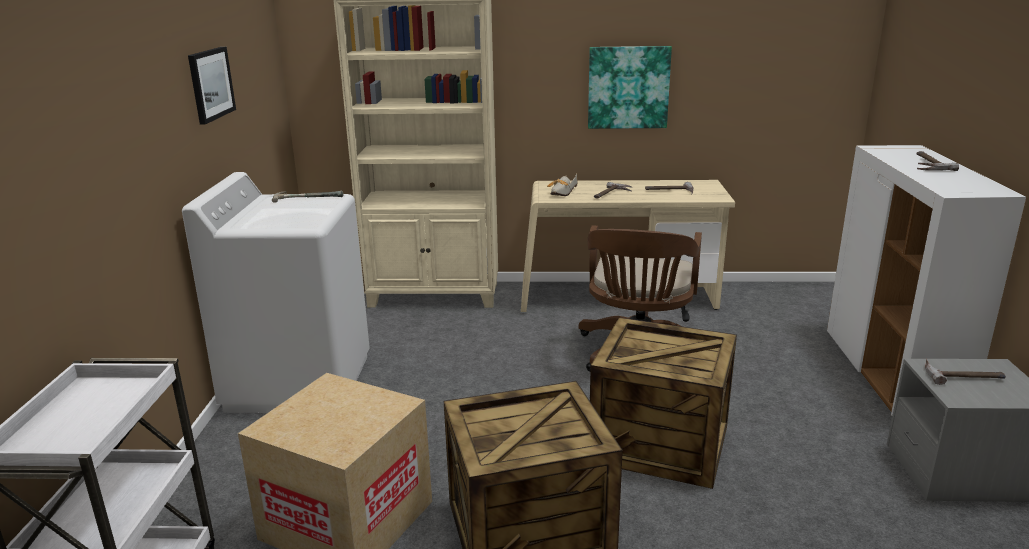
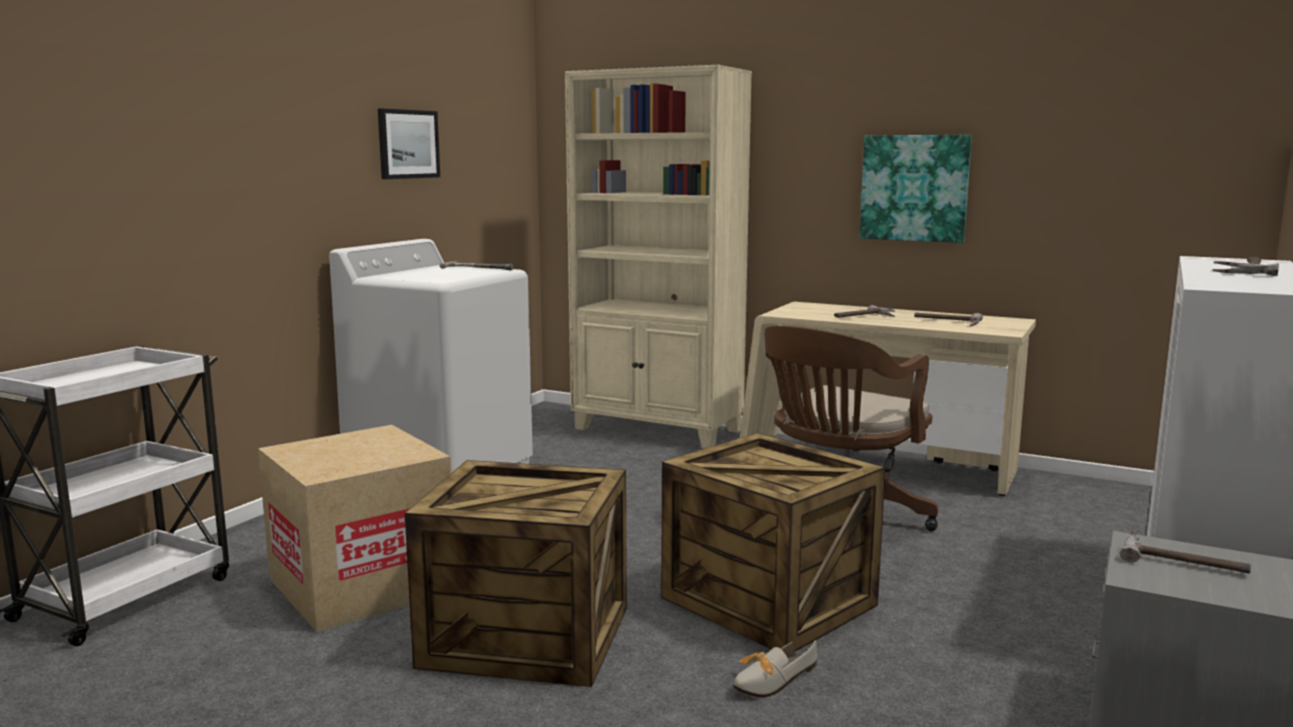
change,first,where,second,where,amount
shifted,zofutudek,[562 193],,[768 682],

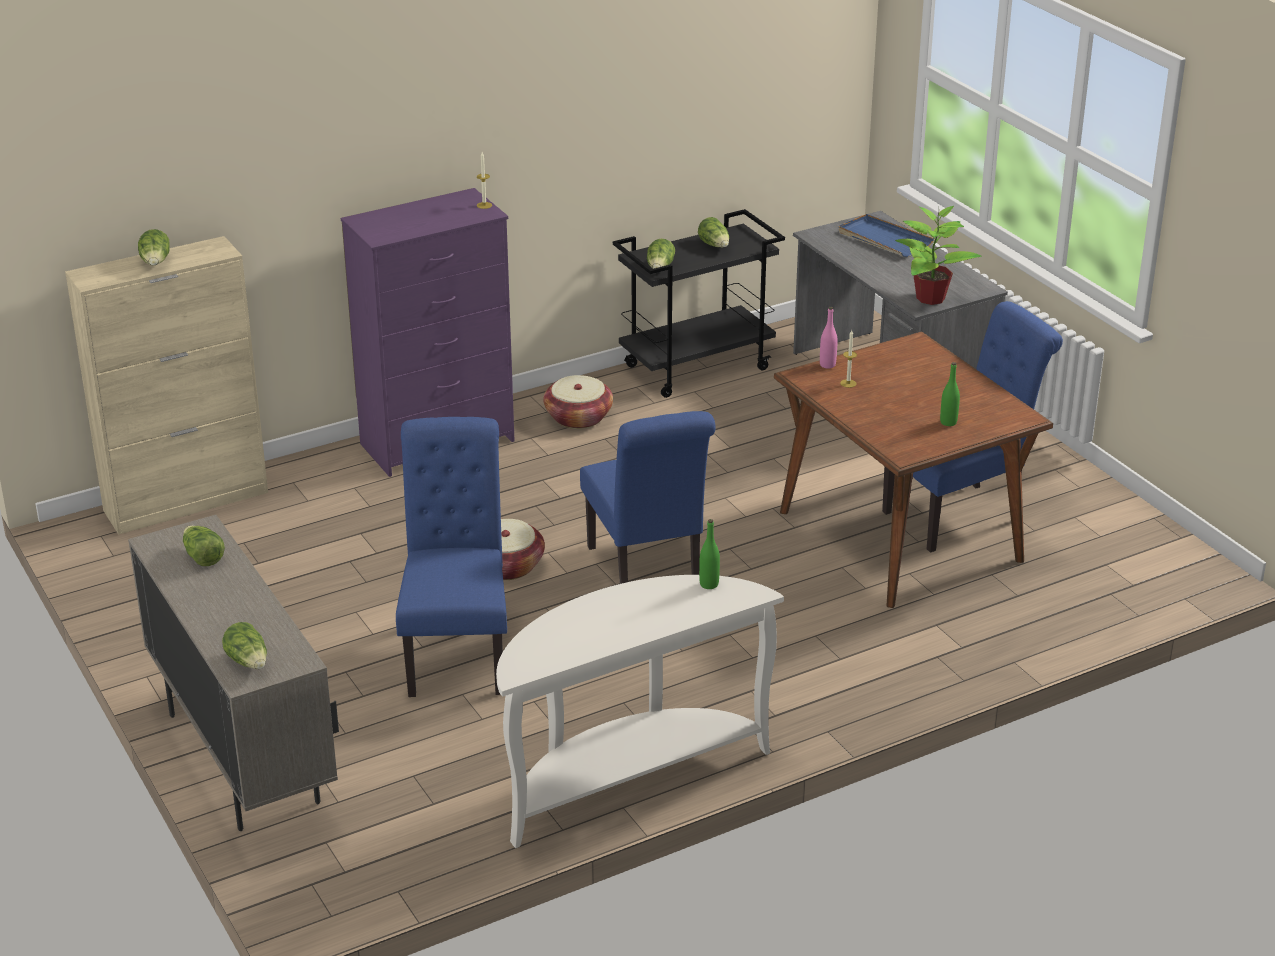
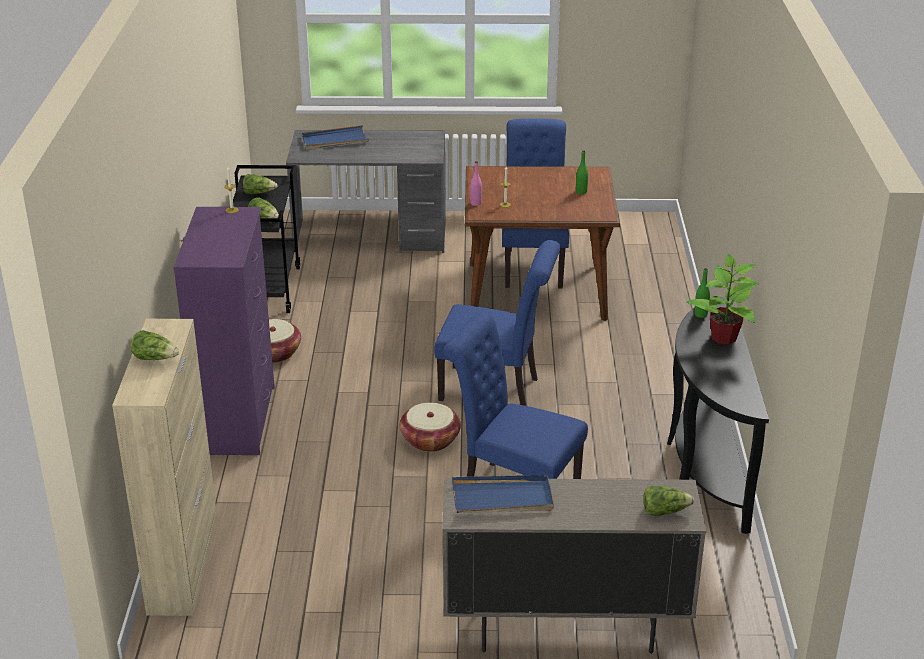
change,first,where,second,where,amount
swapped,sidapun,[202 557],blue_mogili,[502 498],
repainted,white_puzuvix,[626 777],black_puzuvix,[705 467],
shifted,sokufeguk,[929 298],,[723 338],

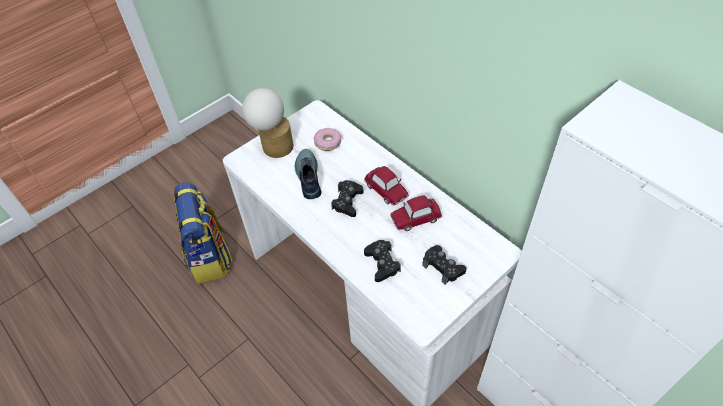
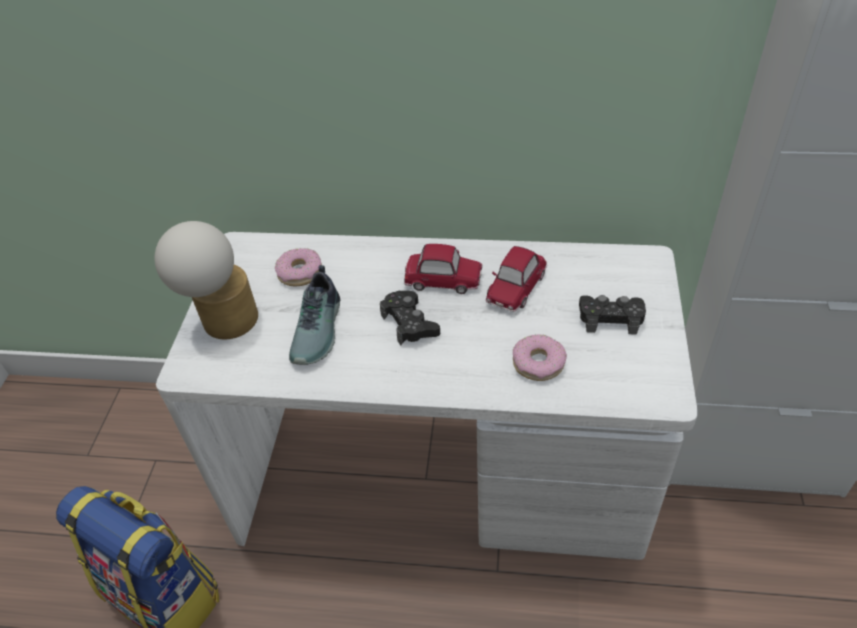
change,first,where,second,where,amount
rotated,zofutudek,[307 177],,[320 330],120 degrees counterclockwise
swapped,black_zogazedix,[382 263],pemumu,[538 363],

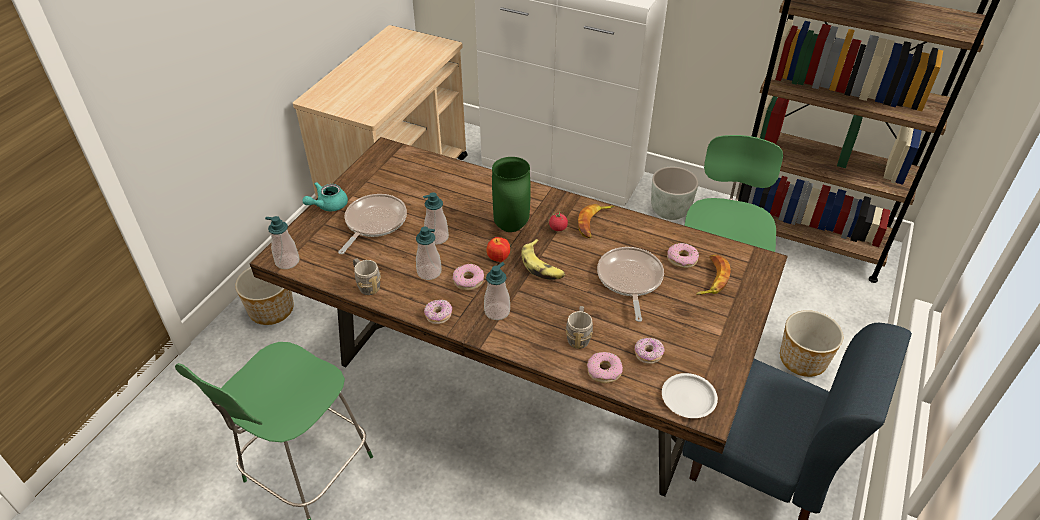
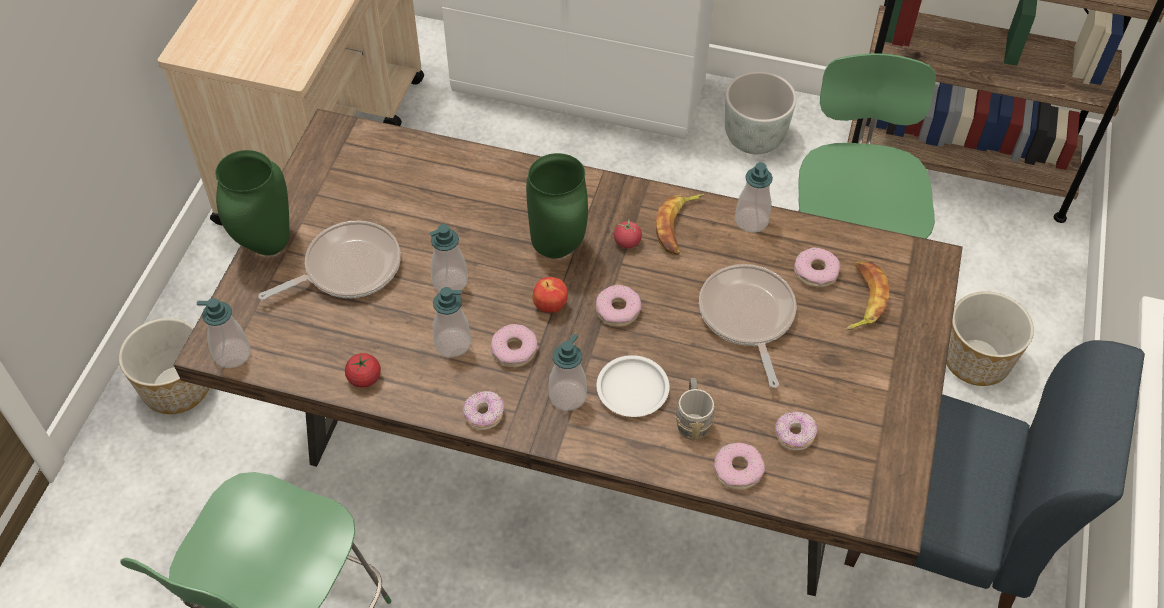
change,first,where,second,where,amount
swapped,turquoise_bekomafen,[328 205],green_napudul,[268 246],
rotated,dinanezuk,[374 223],,[347 268],45 degrees clockwise
swapped,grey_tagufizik,[367 285],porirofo,[364 378],
swapped,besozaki,[542 266],pemumu,[617 310],
shifted,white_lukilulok,[688 398],,[632 389],
new,,,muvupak,[751 220],

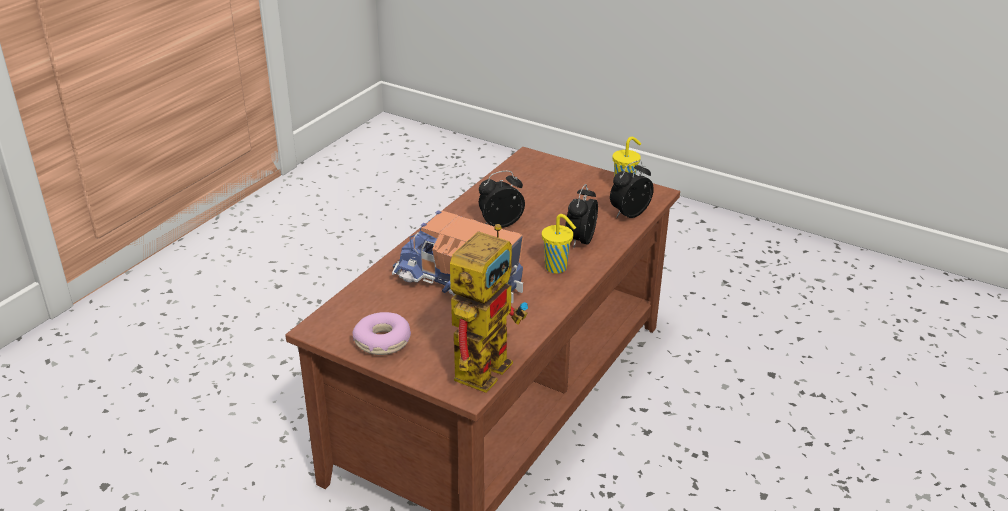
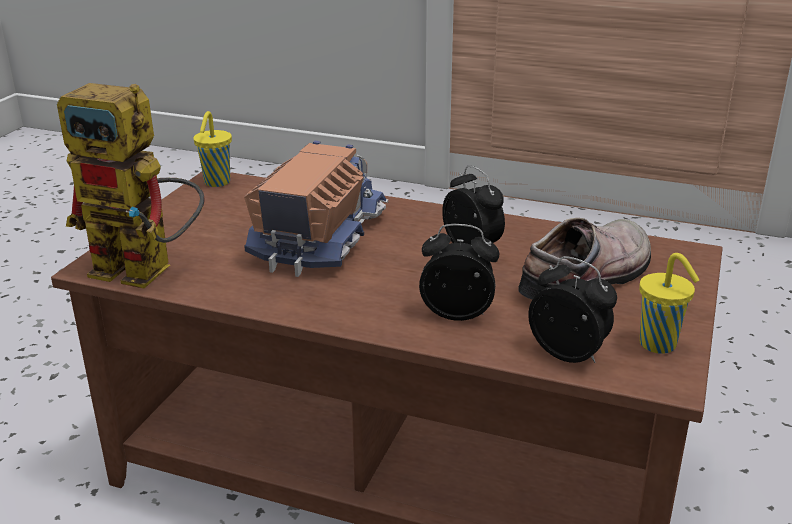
change,first,where,second,where,amount
shifted,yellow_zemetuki,[557 268],,[216 183],
new,,,zofutudek,[591 277],
gone,pemumu,[383 341],,,

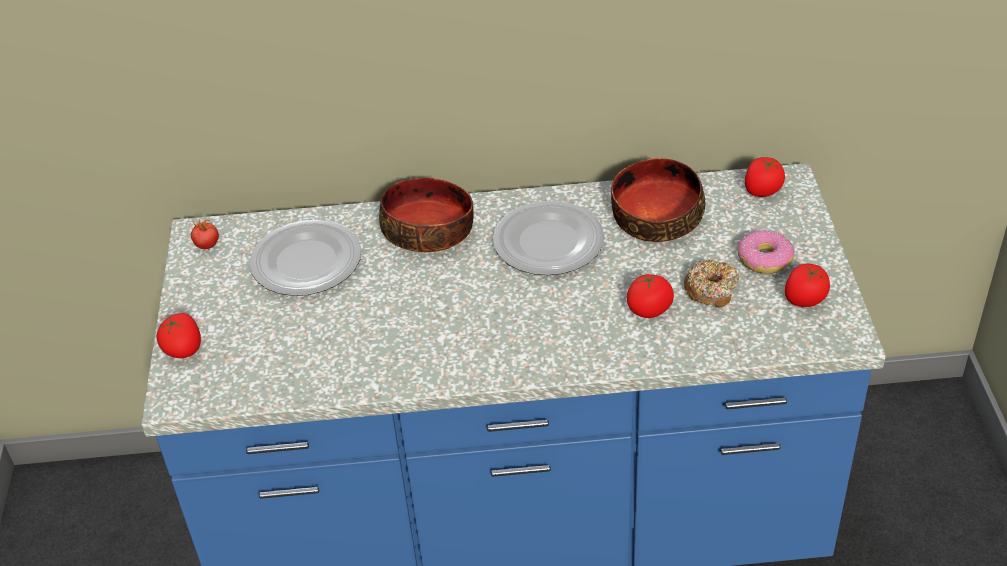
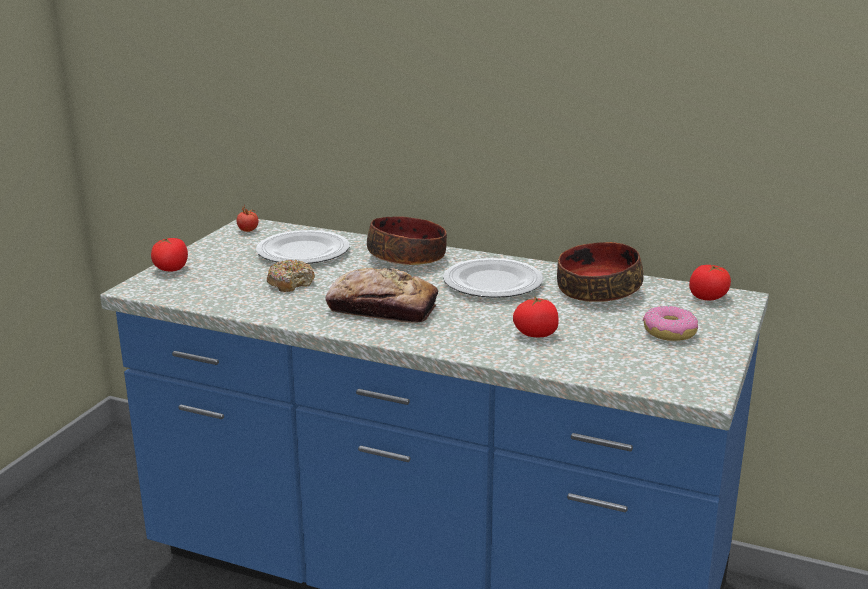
change,first,where,second,where,amount
shifted,pemumu,[711 290],,[291 283],
new,,,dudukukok,[382 308],
gone,porirofo,[805 299],,,

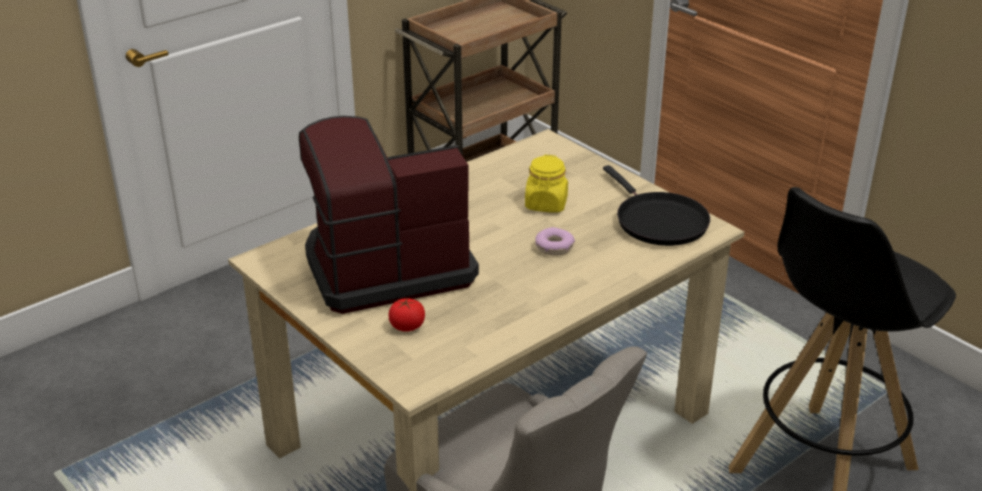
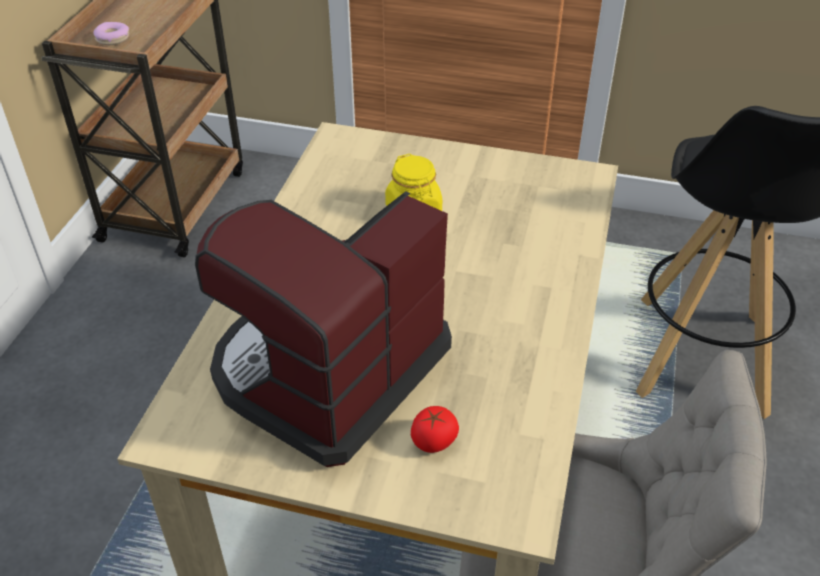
change,first,where,second,where,amount
shifted,pemumu,[554 247],,[113 39],
gone,black_dinanezuk,[657 221],,,

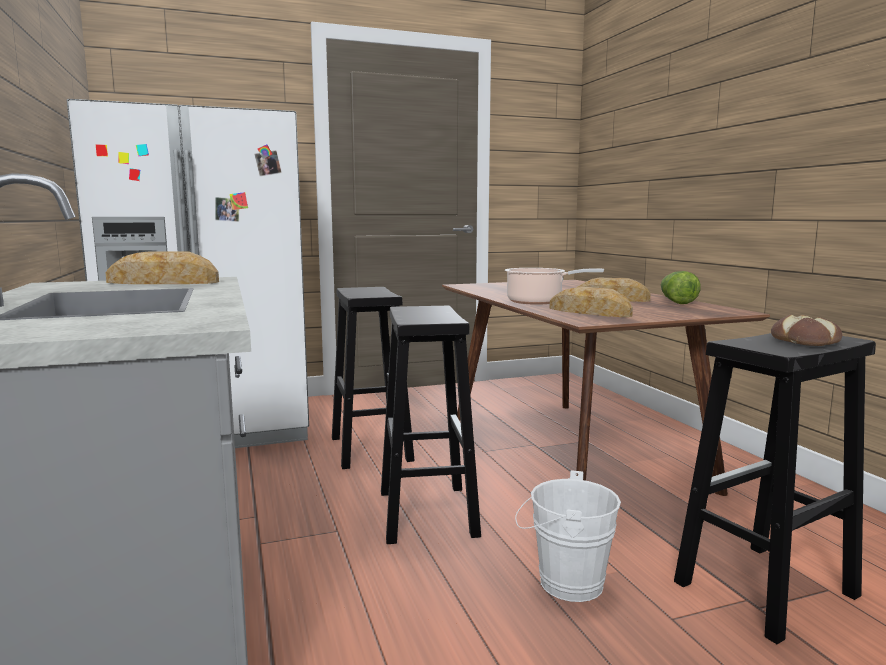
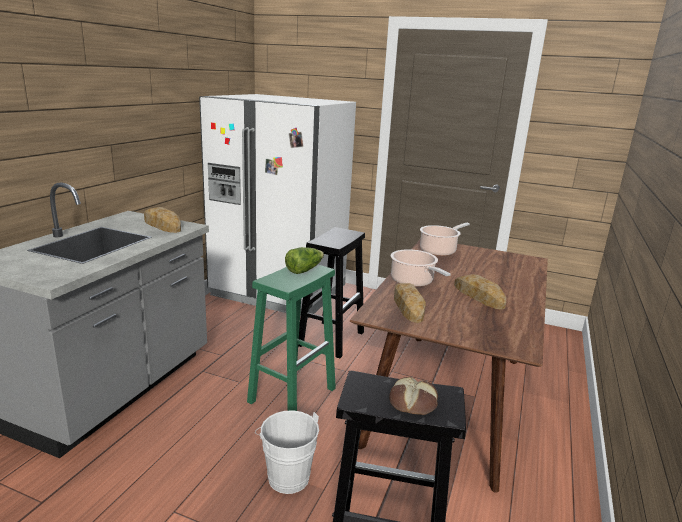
change,first,where,second,where,amount
repainted,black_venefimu,[426 512],green_venefimu,[293 394],
shifted,sidapun,[676 302],,[304 270],
new,,,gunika,[439 251],

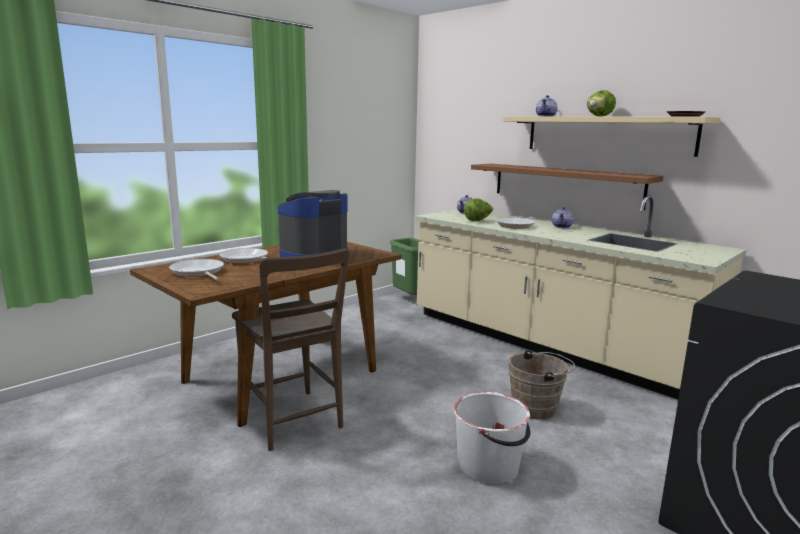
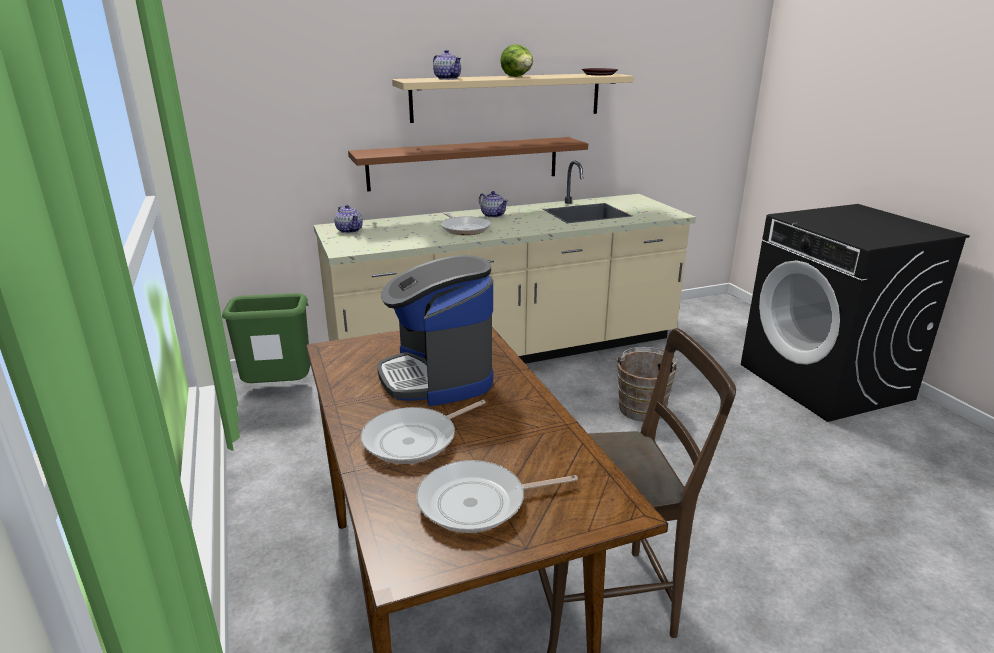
change,first,where,second,where,amount
gone,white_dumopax,[489 466],,,
gone,sidapun,[478 220],,,

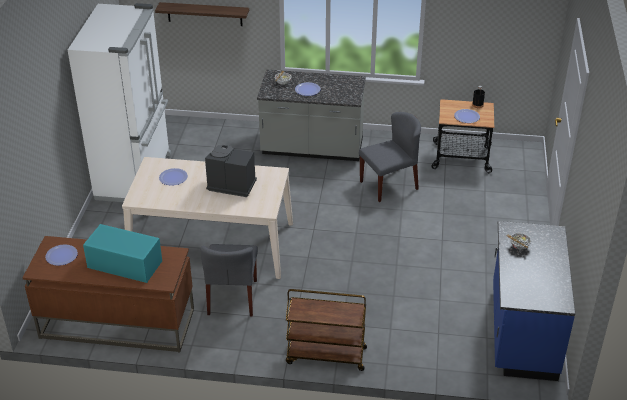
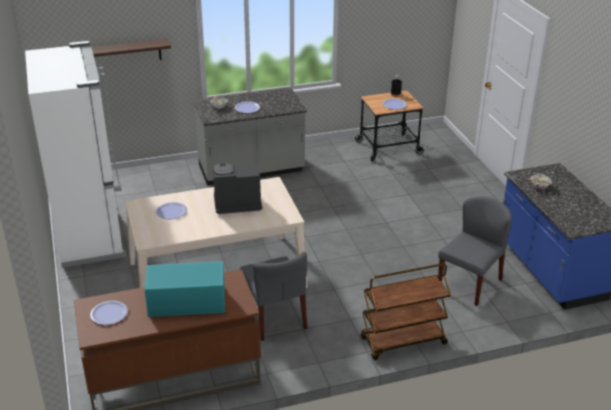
change,first,where,second,where,amount
shifted,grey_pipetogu,[389 185],,[469 283],

